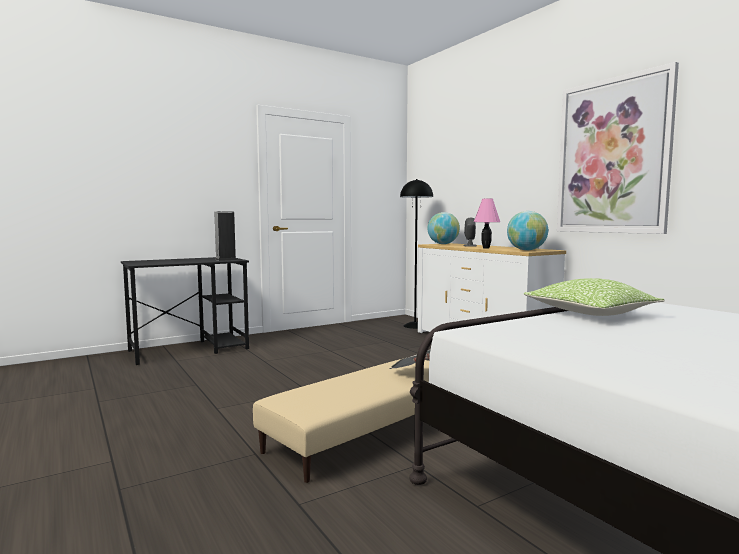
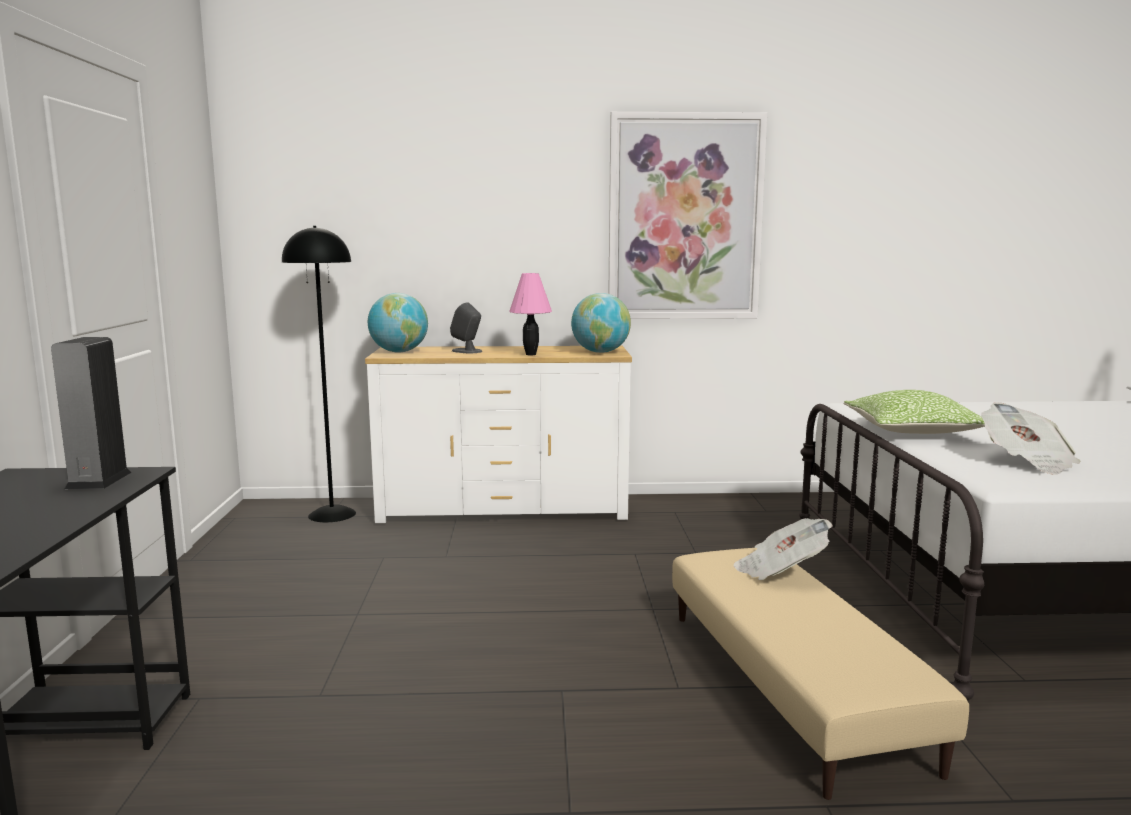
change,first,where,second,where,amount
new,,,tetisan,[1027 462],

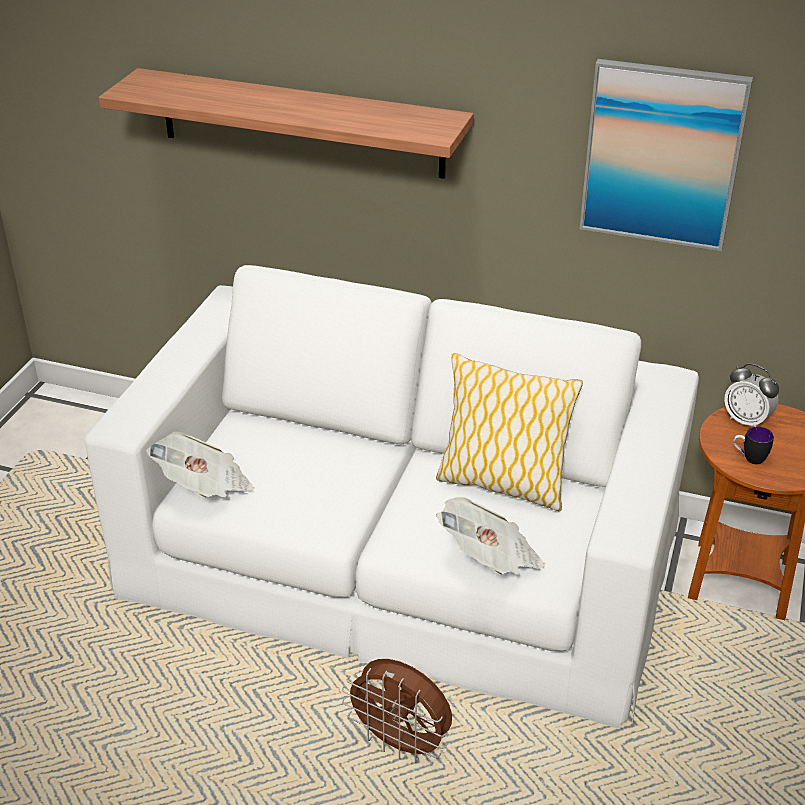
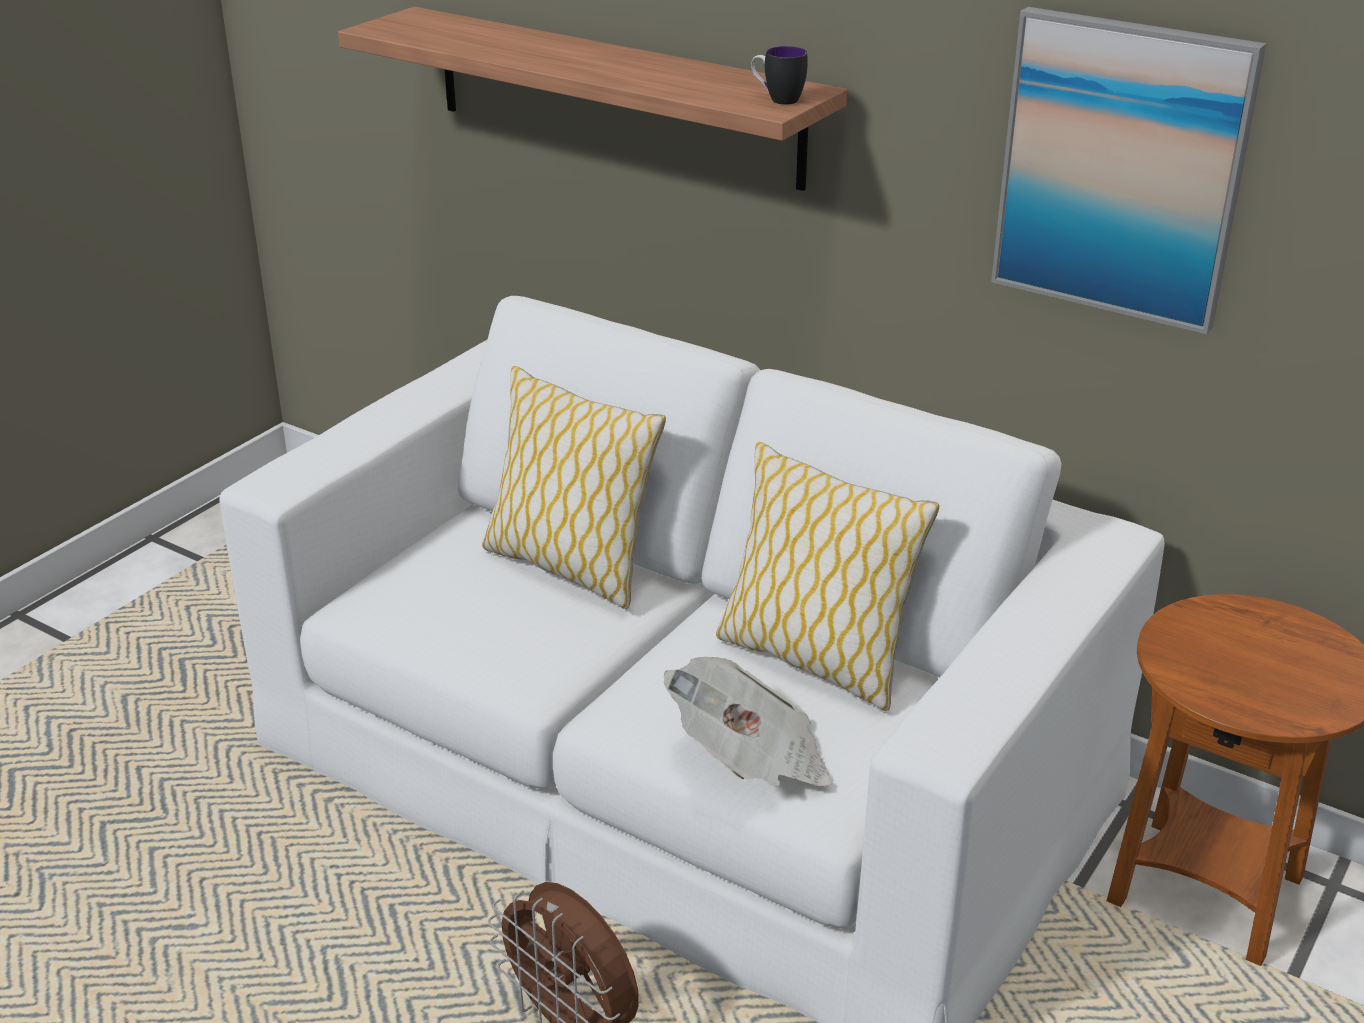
change,first,where,second,where,amount
new,,,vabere,[570 566],
shifted,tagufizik,[749 458],,[777 99],
gone,tetisan,[204 486],,,
gone,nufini,[746 421],,,

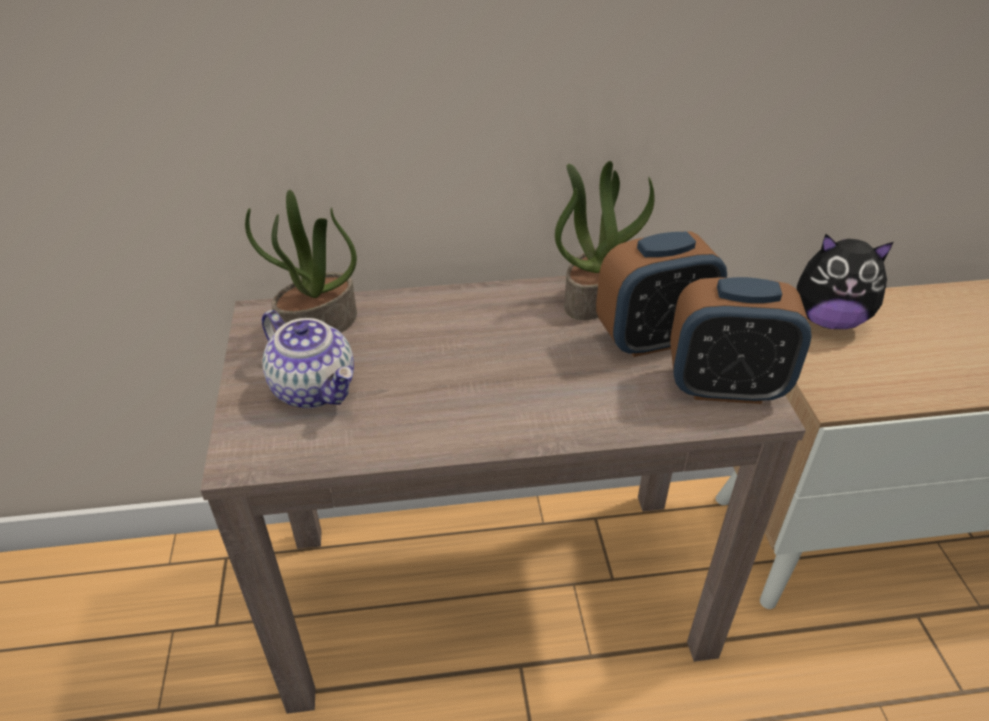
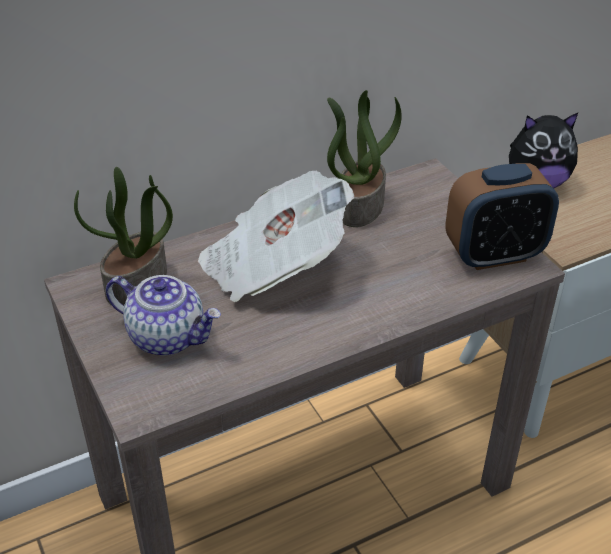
change,first,where,second,where,amount
new,,,tetisan,[273 265],
gone,nufini,[652 338],,,

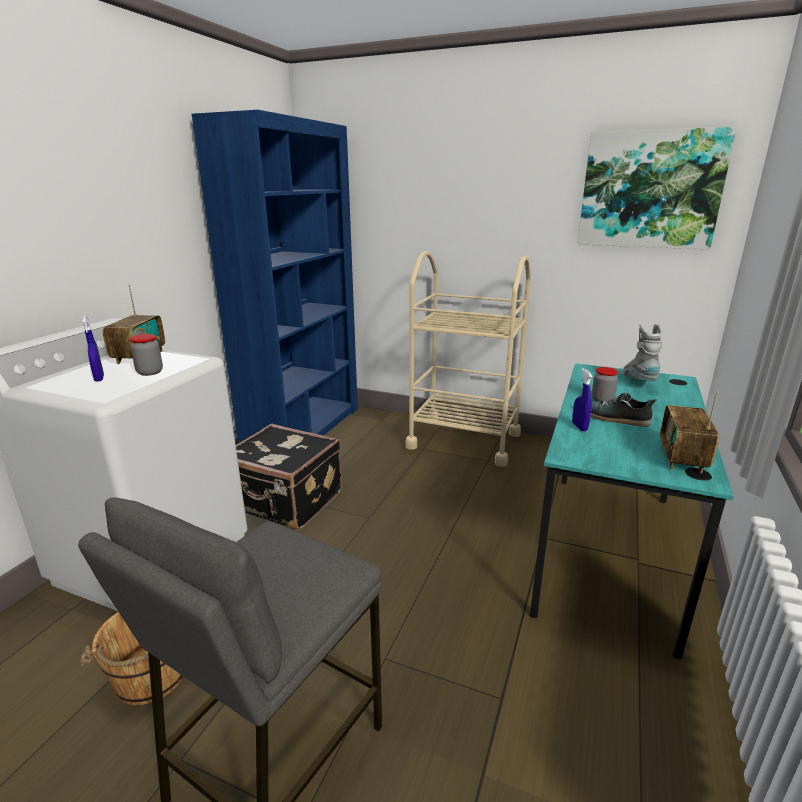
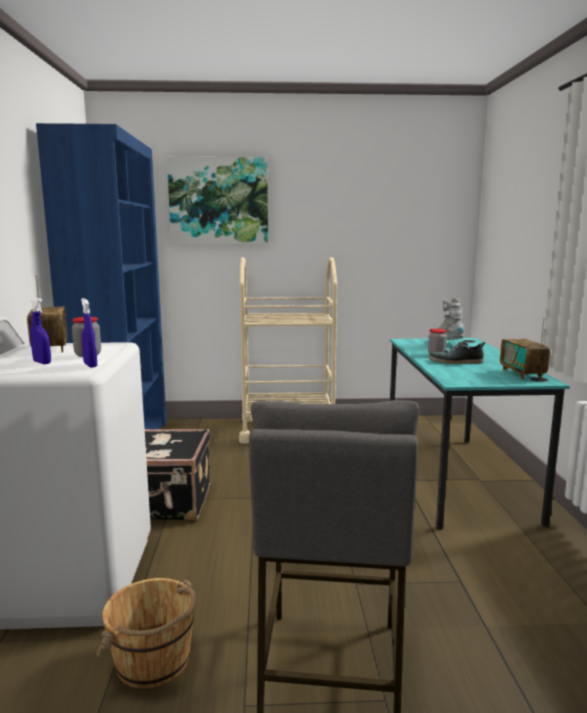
change,first,where,second,where,amount
shifted,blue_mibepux,[579 427],,[90 365],
shifted,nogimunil,[650 190],,[219 201],

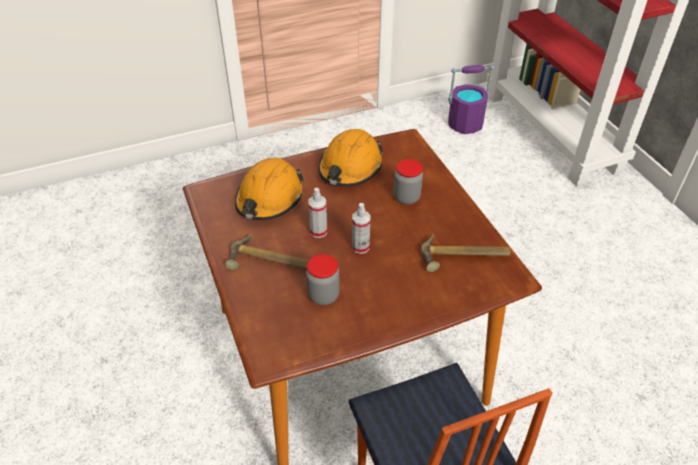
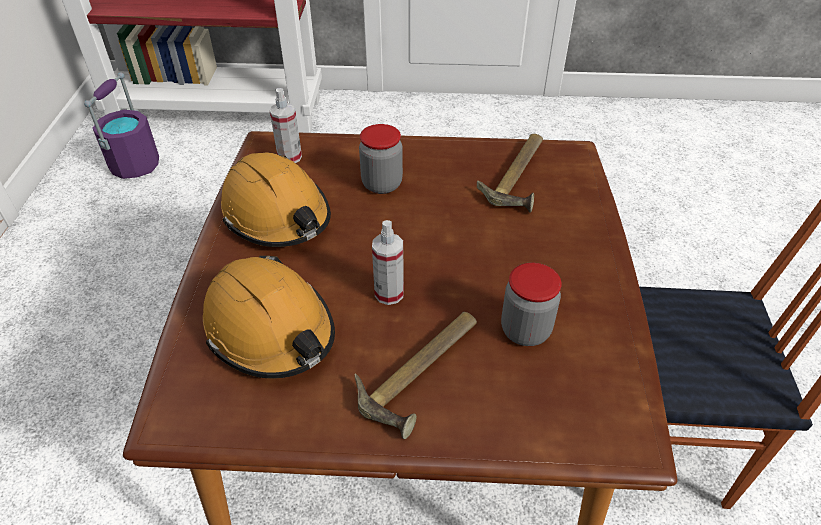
change,first,where,second,where,amount
shifted,mibepux,[360 247],,[289 157],

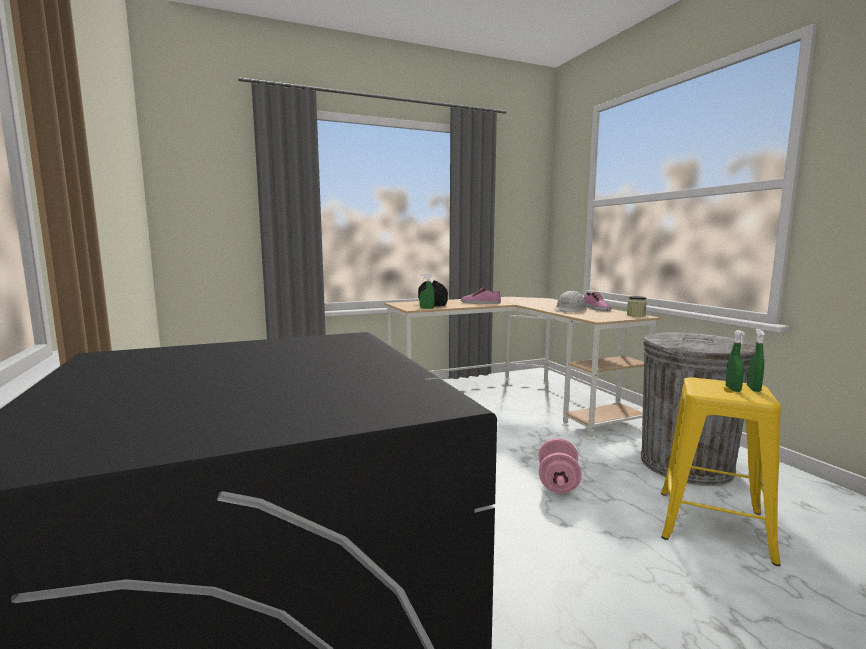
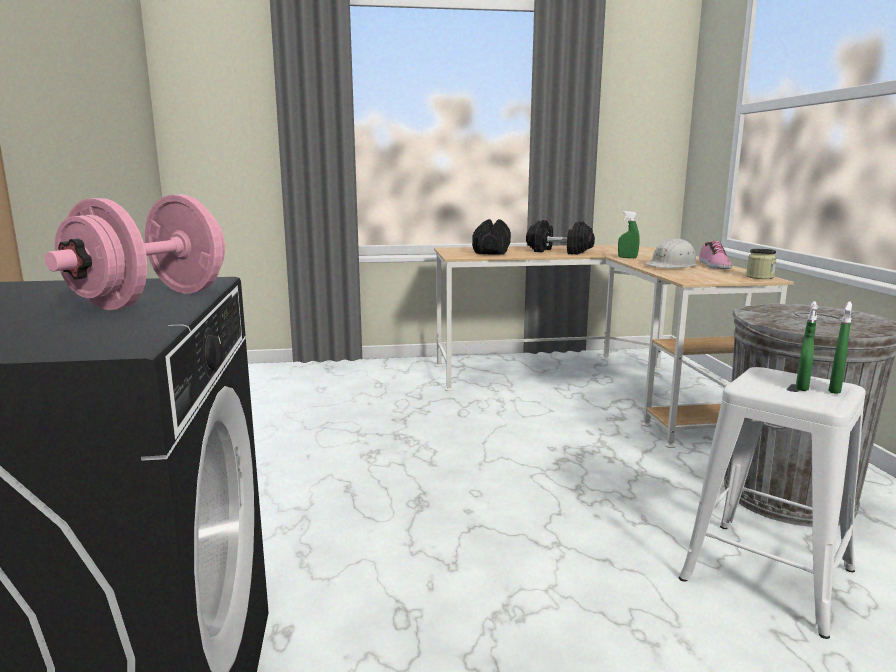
change,first,where,second,where,amount
shifted,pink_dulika,[558 483],,[151 300],
swapped,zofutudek,[480 302],black_dulika,[558 251],
shifted,green_mibepux,[427 308],,[627 257],
repainted,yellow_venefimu,[713 525],white_venefimu,[767 574],

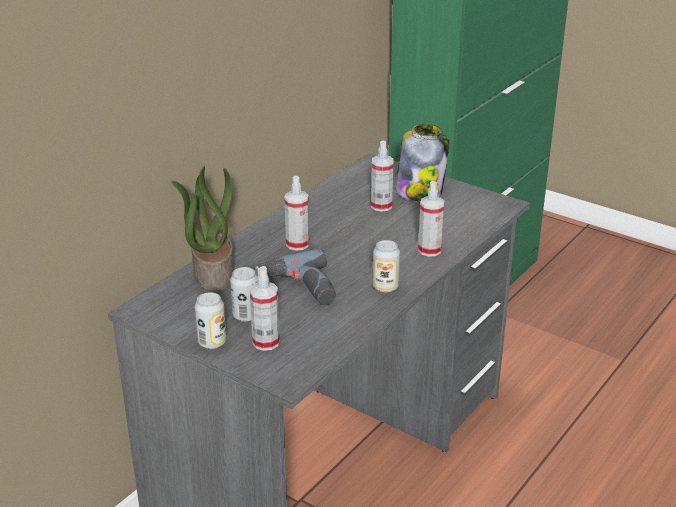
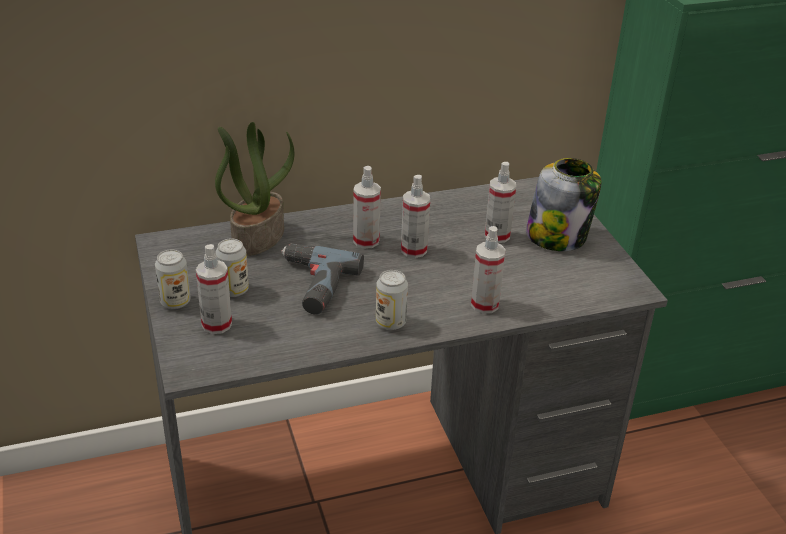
change,first,where,second,where,amount
new,,,mibepux,[413 250],

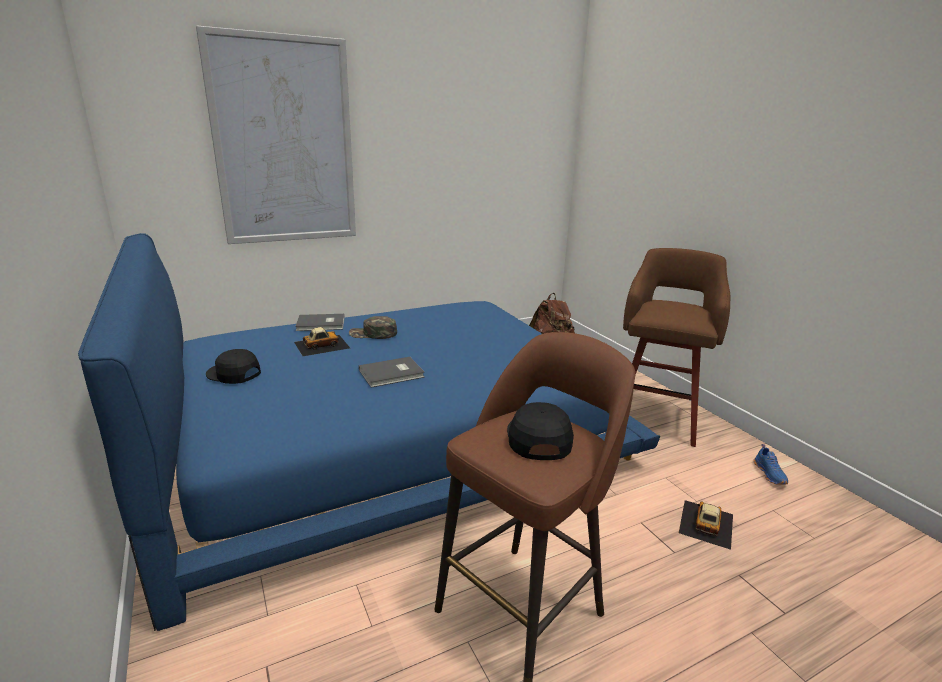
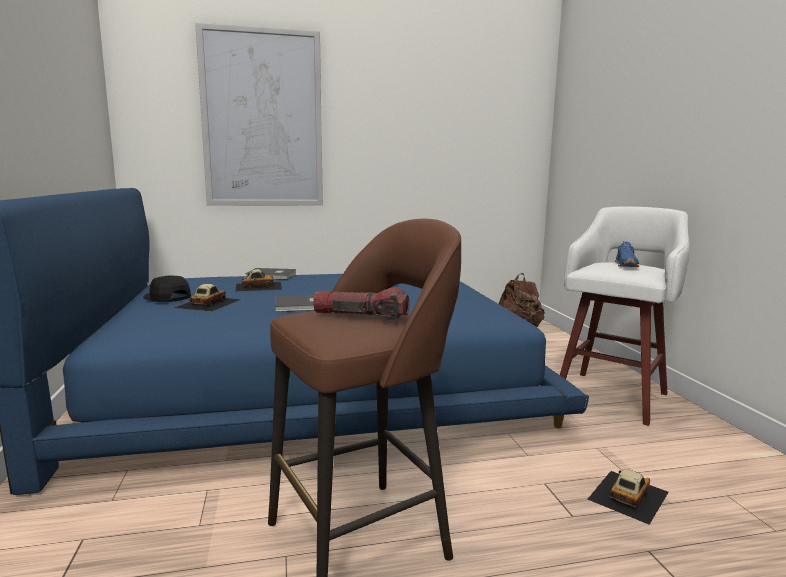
change,first,where,second,where,amount
new,,,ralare,[207 303],
swapped,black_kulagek,[538 438],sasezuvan,[361 316],
repainted,brown_venefimu,[656 417],white_venefimu,[612 395],
shifted,blue_zofutudek,[770 474],,[626 265],
gone,green_kulagek,[373 334],,,

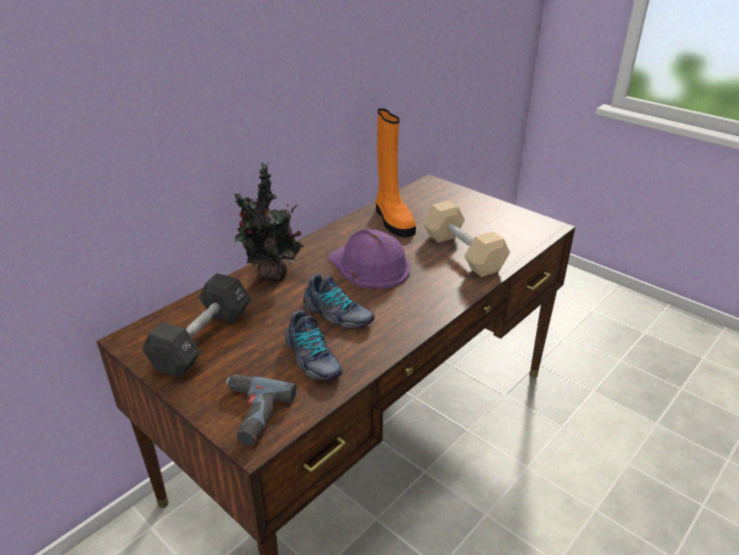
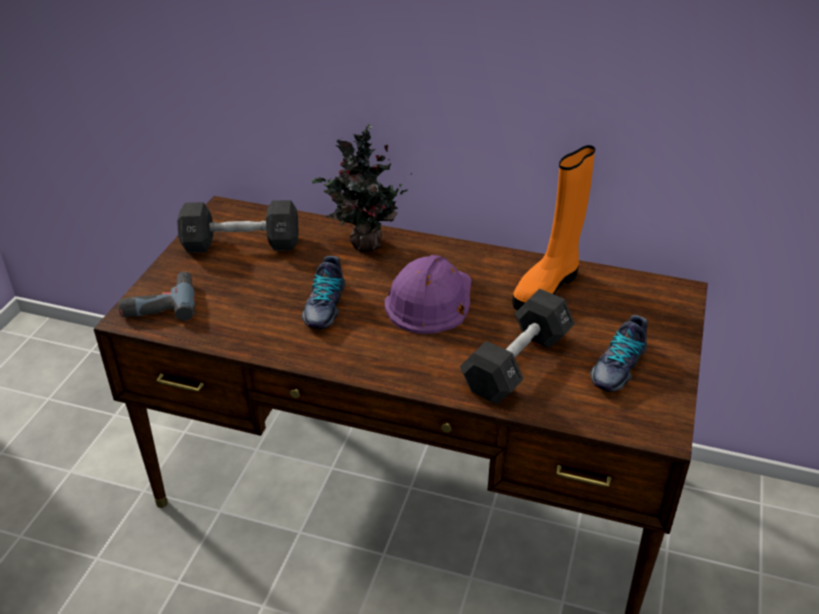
change,first,where,second,where,amount
repainted,beige_dulika,[463 253],black_dulika,[516 363],
shifted,zofutudek,[312 359],,[617 367],

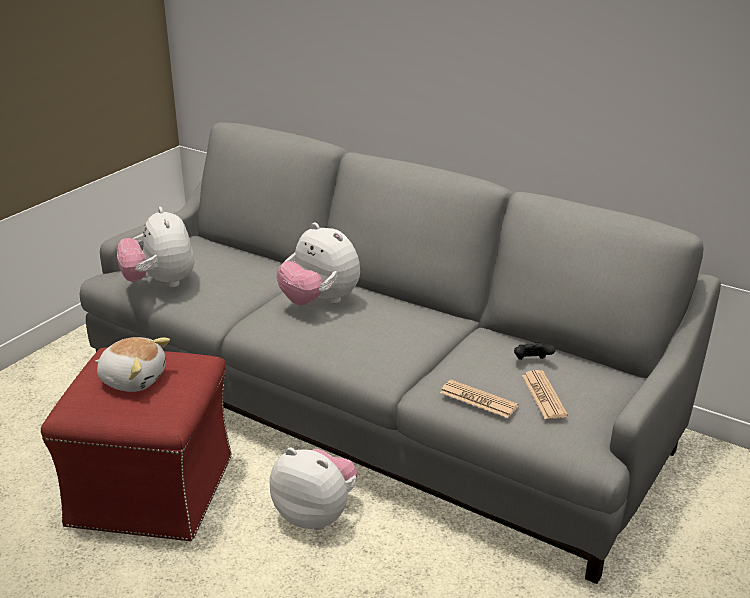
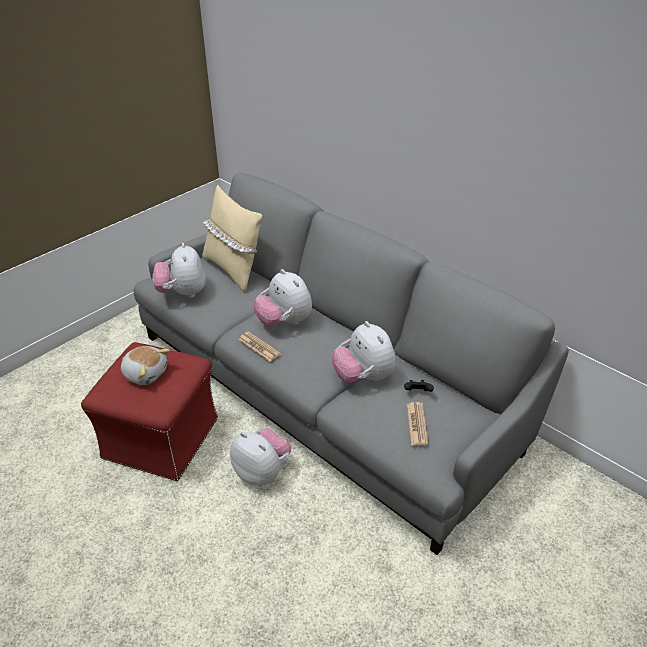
change,first,where,second,where,amount
new,,,beige_vabere,[233 269],
shifted,tetisan,[478 399],,[259 347],
new,,,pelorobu,[363 377],

